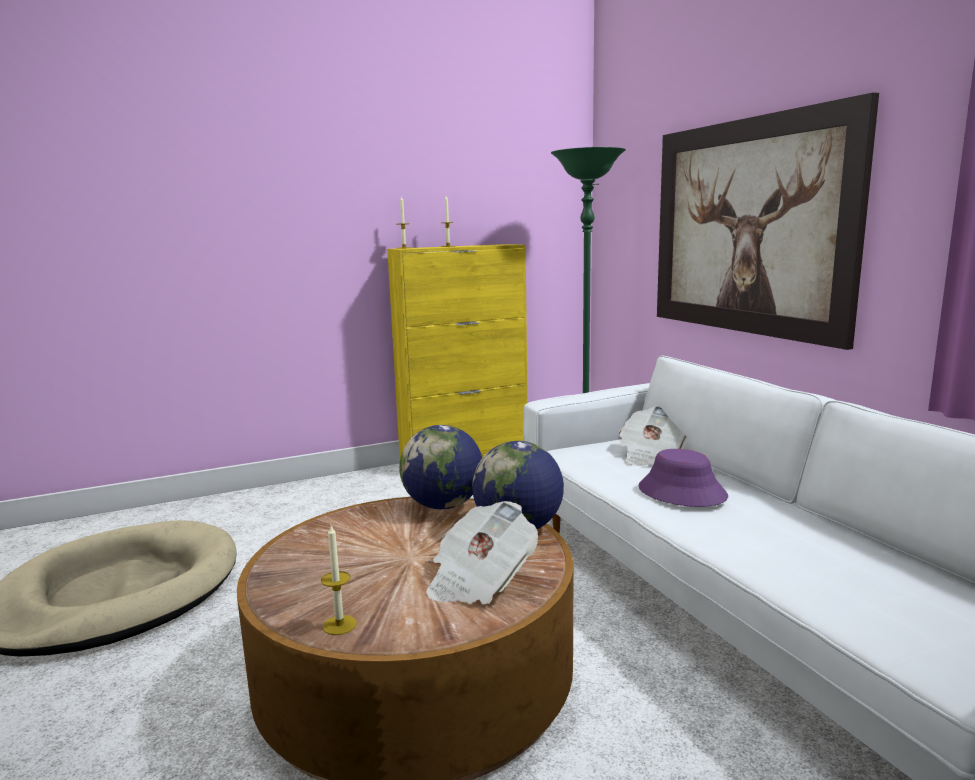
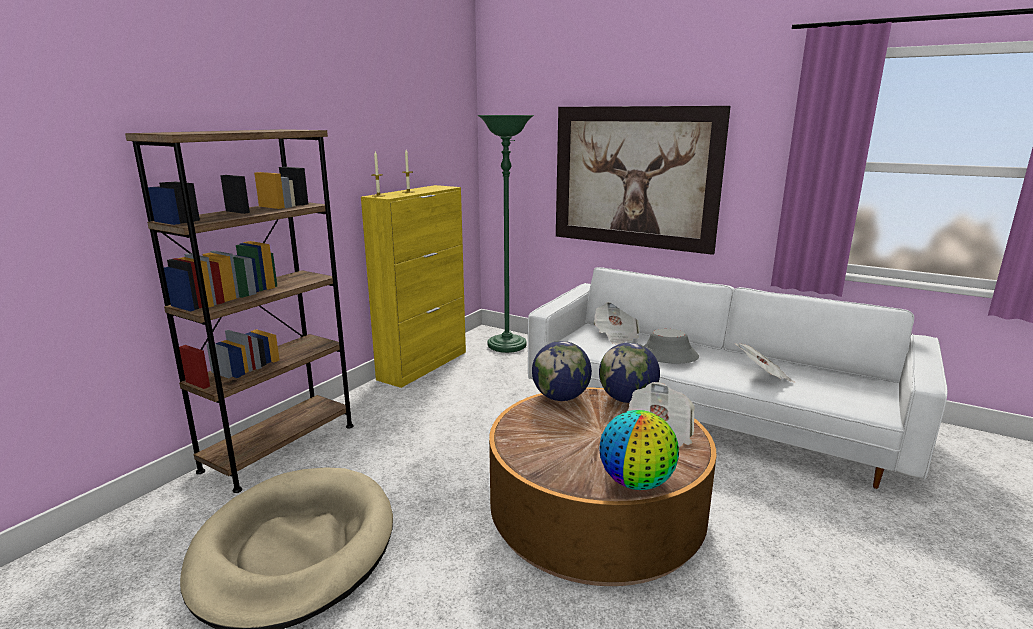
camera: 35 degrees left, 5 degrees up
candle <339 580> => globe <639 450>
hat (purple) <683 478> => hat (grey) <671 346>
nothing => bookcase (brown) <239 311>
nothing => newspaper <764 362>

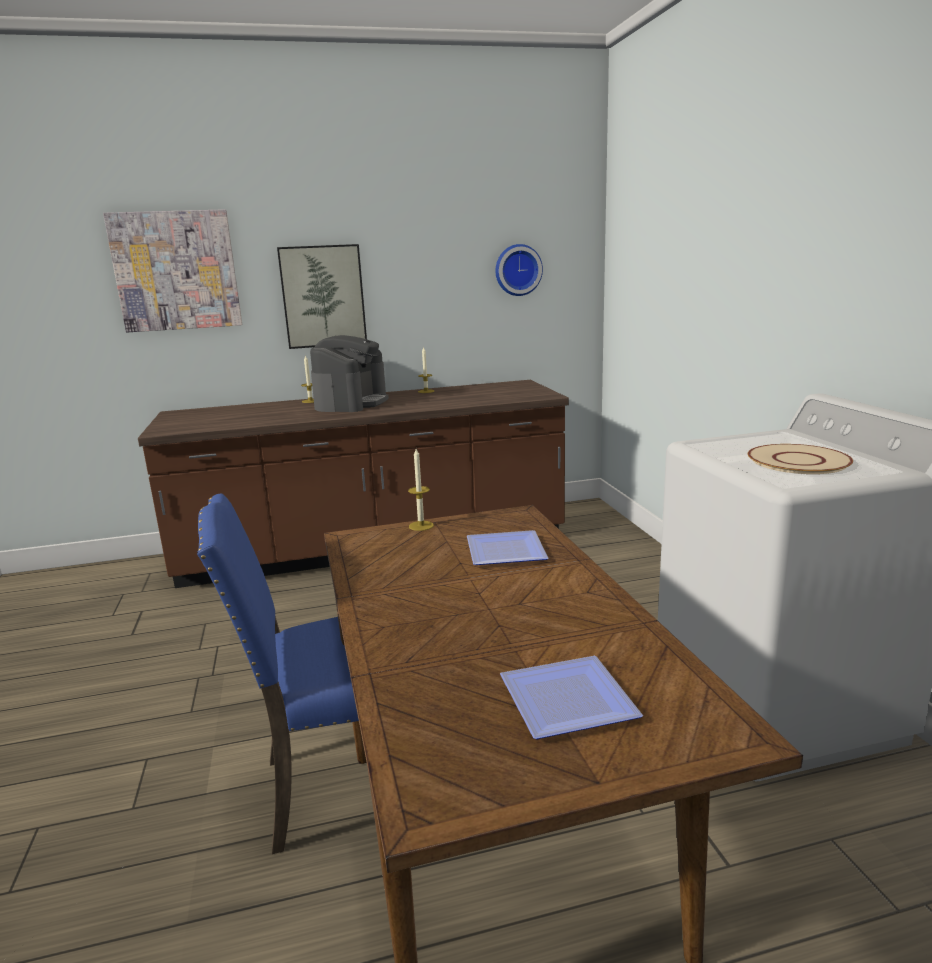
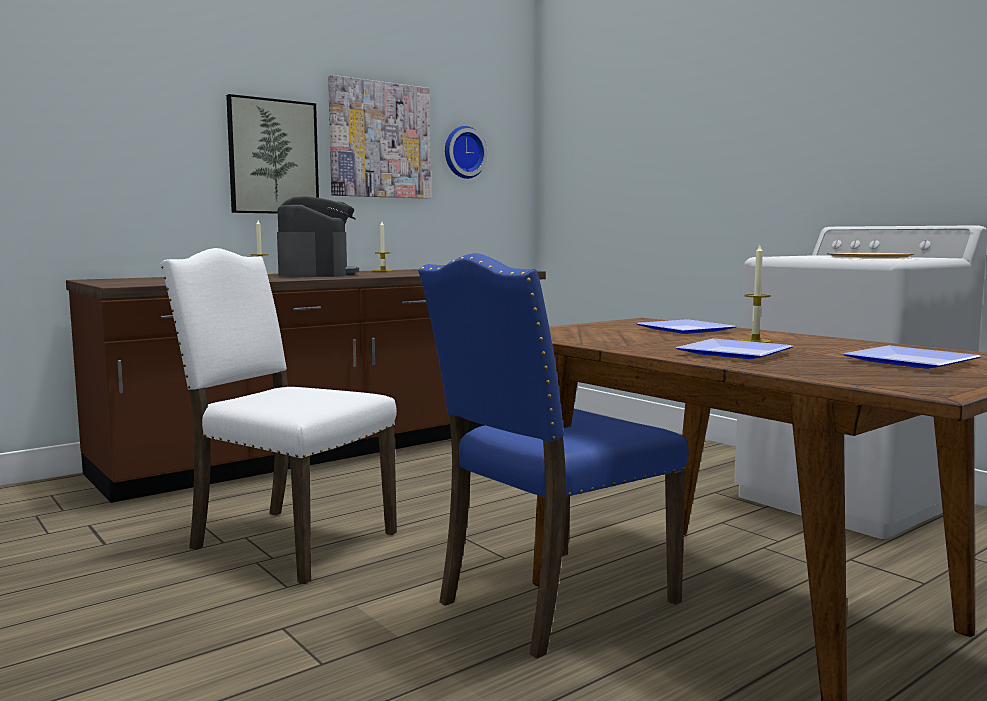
camera: 25 degrees left, 10 degrees down
picture <172 270> => picture <379 137>, relocated
candle <421 490> => candle <755 294>, relocated
nothing => chair (white) <278 416>
nothing => plate <734 349>

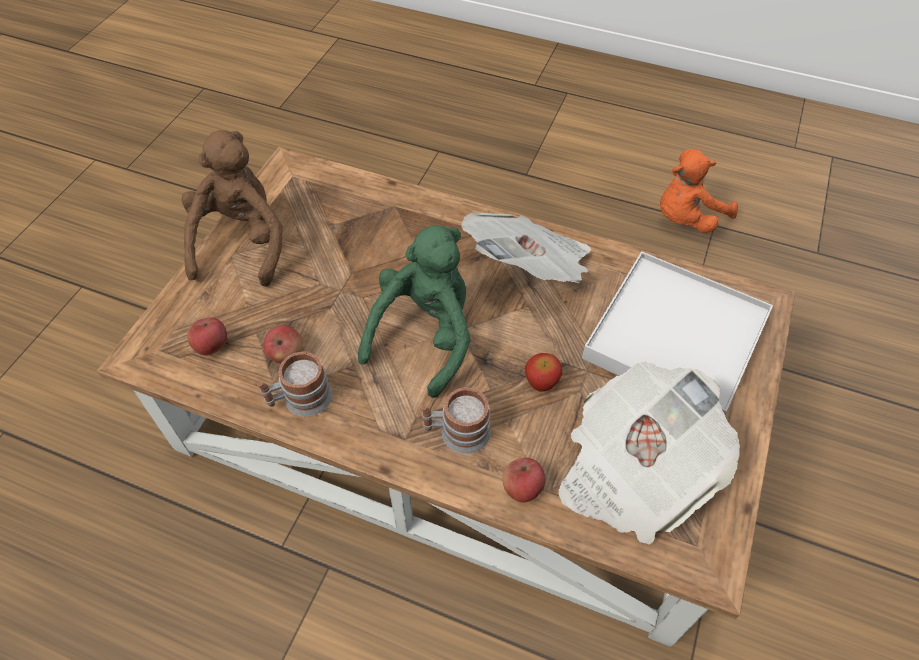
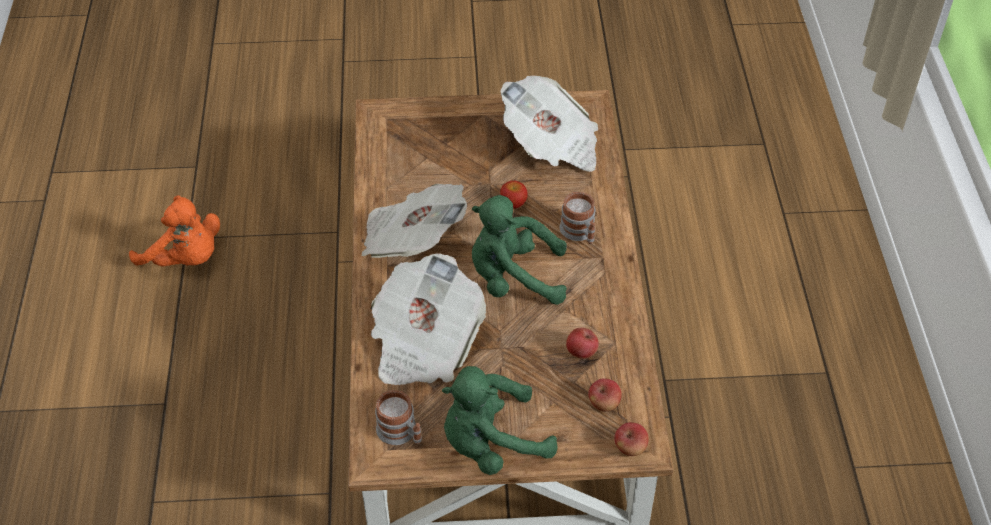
camera: 115 degrees left, 5 degrees down
plush toy (brown) <232 208> => plush toy (green) <500 420>
mug <294 384> => mug <398 417>, relocated
apple <524 480> => apple <631 439>, relocated
tray (white) <677 333> => nothing
nothing => newspaper <428 319>

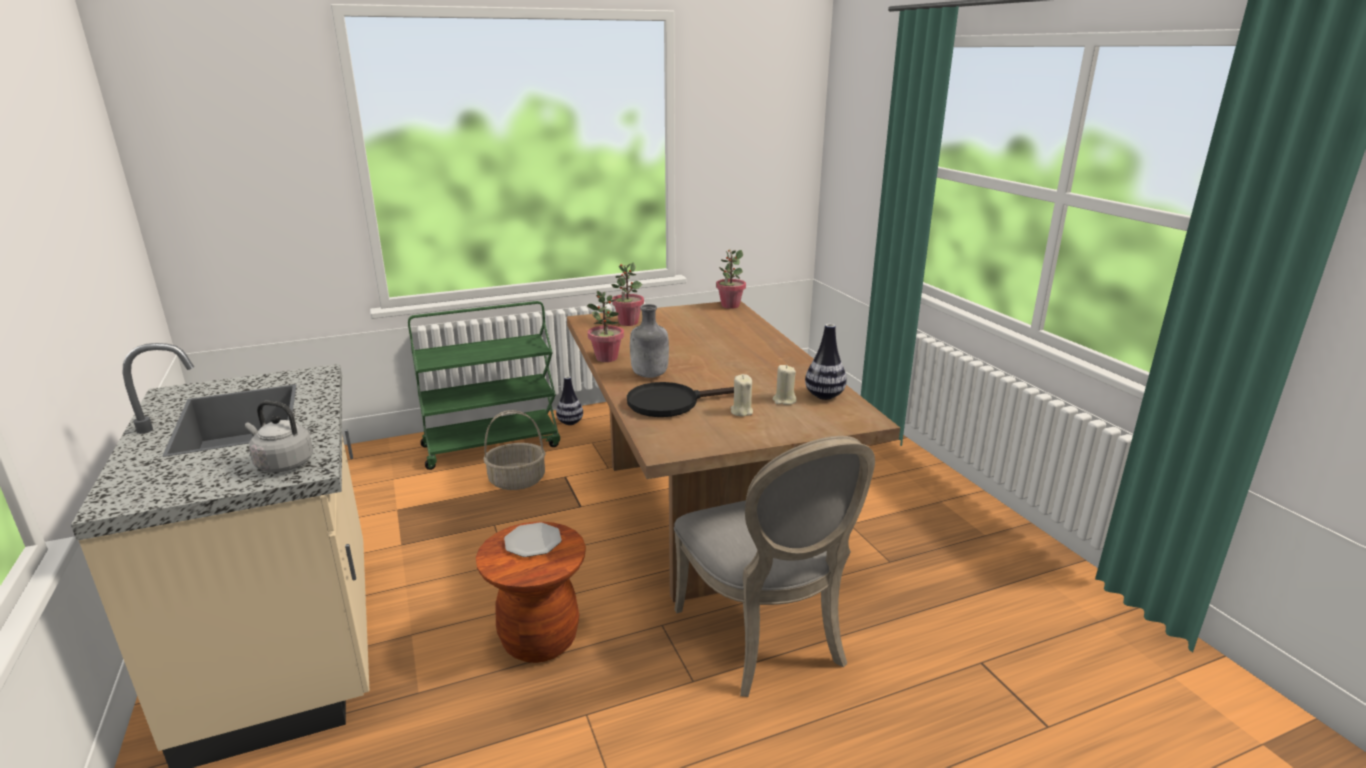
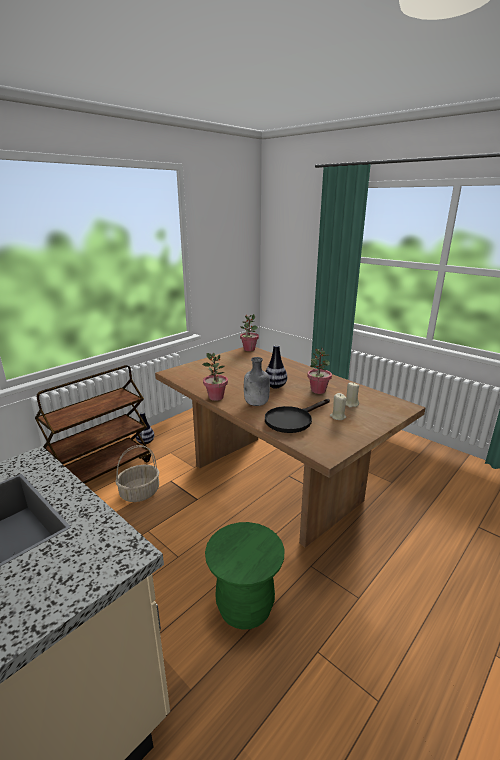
camera: 25 degrees left, 0 degrees up
kettle (grey) <279 436> => nothing
cart (green) <484 385> => cart (brown) <93 424>
stool (brown) <531 592> => stool (green) <244 576>
plate <533 540> => nothing
potted plant <627 294> => potted plant <319 370>, relocated
chair (grey) <774 566> => nothing
vase <826 362> => vase <276 367>, relocated

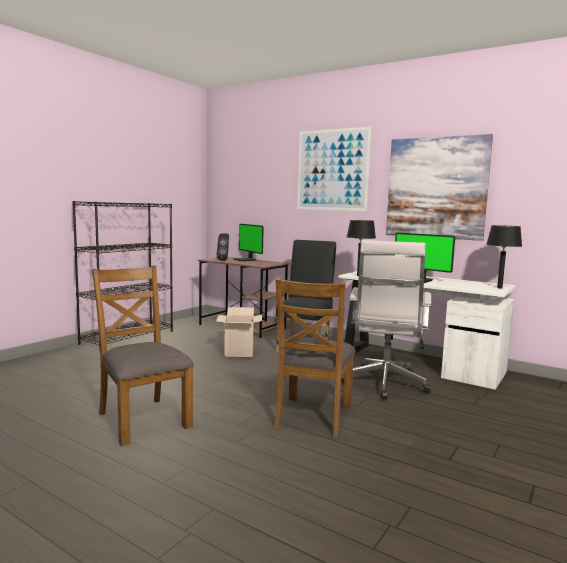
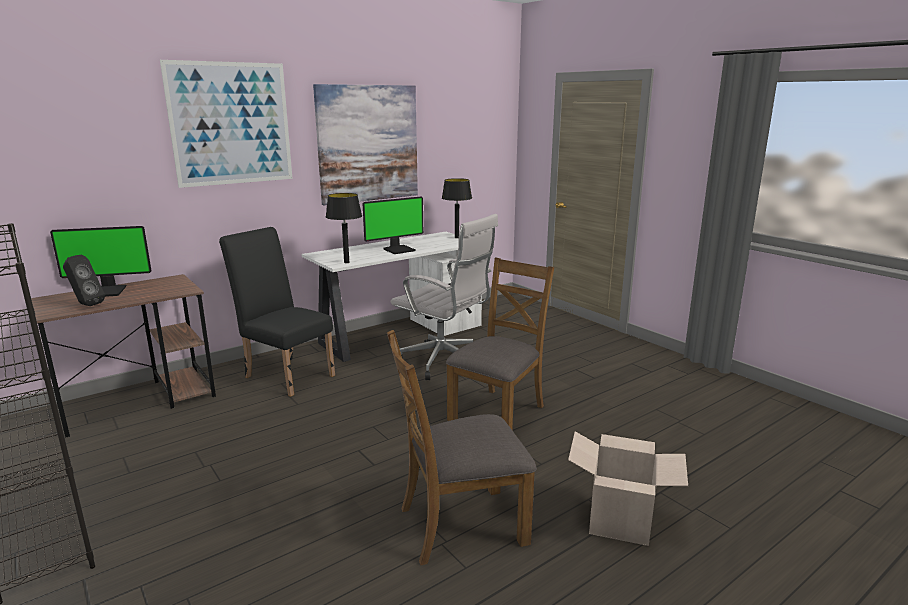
camera: 70 degrees left, 10 degrees up
cardboard box <239 332> => cardboard box <628 488>, relocated
chair (brown) <315 357> => chair (brown) <500 343>, 90 degrees counterclockwise

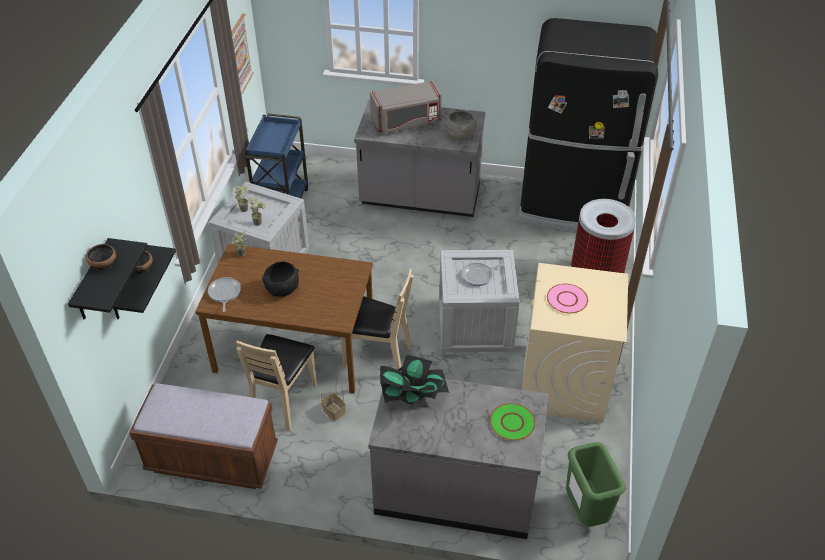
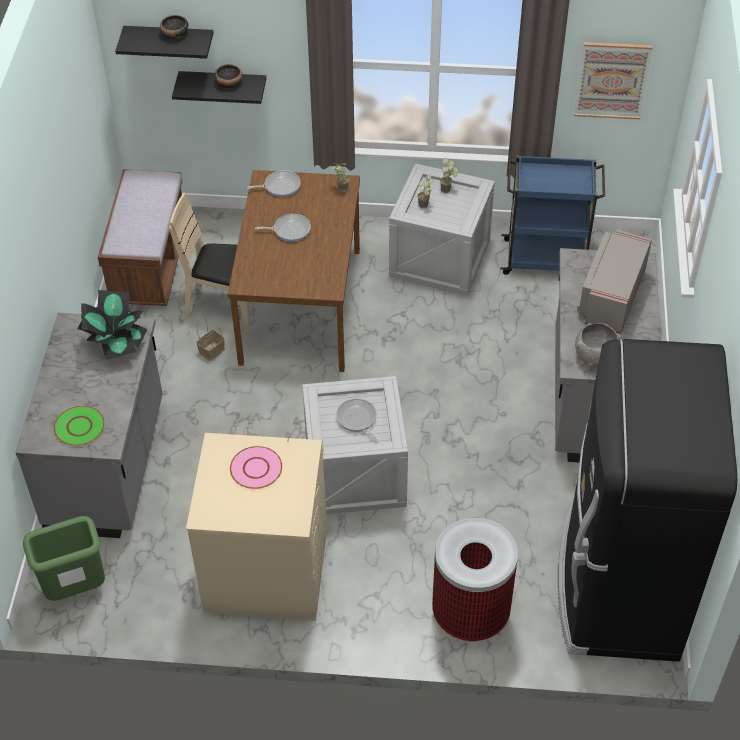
camera: 85 degrees right, 5 degrees up
bowl (black) <280 279> => frying pan <283 228>
chair (beige) <377 319> => nothing
microwave (grey) <406 107> => microwave (grey) <614 282>, 45 degrees clockwise

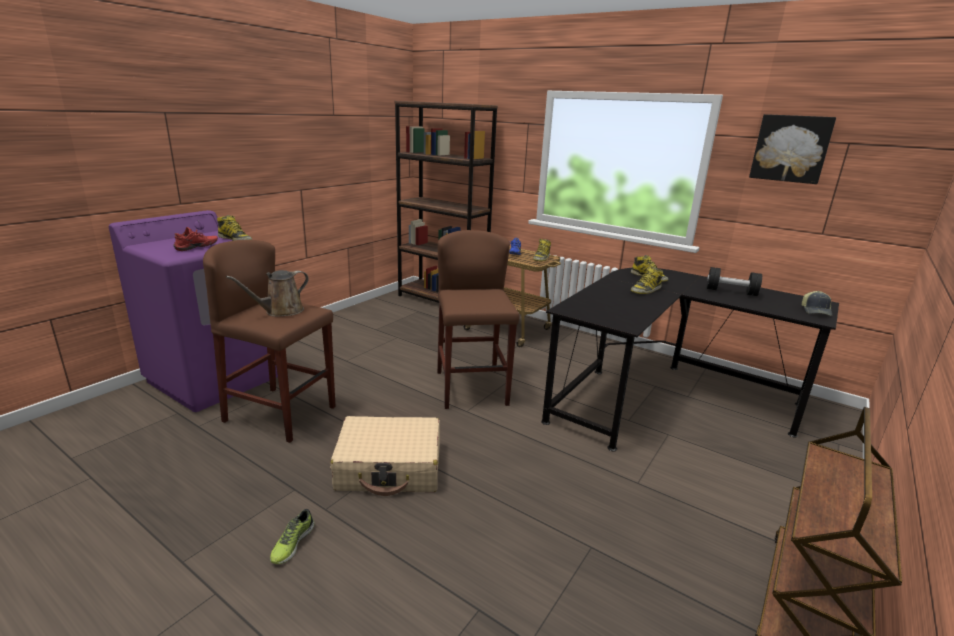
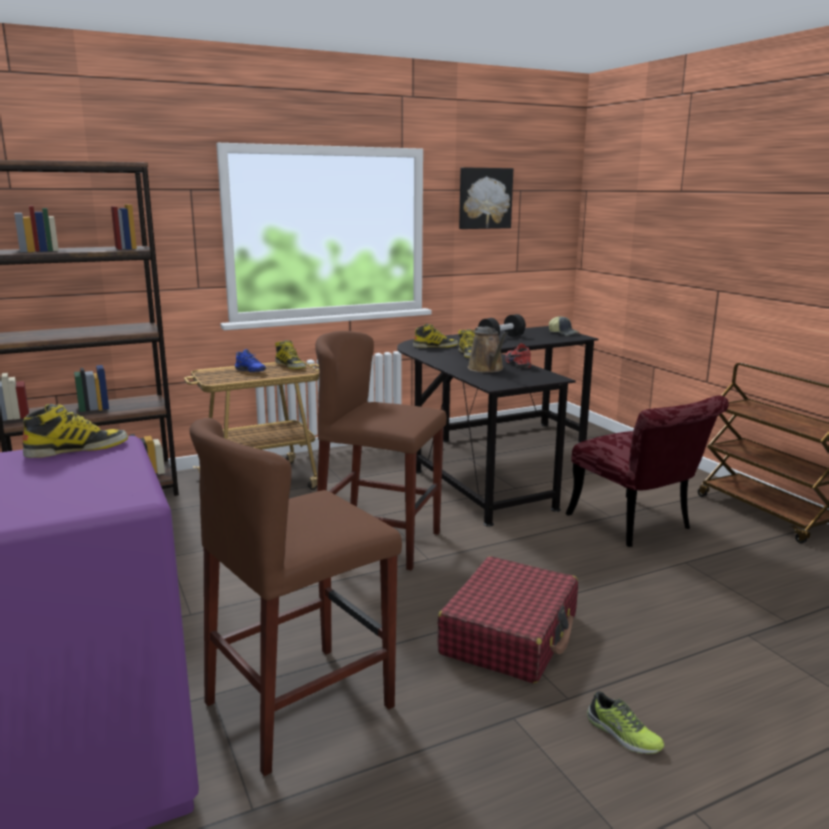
camera: 60 degrees left, 5 degrees down
shoe (red) <195 239> => shoe (red) <518 355>, relocated
watering can (brown) <267 293> => watering can (brown) <488 350>, relocated
suitcase (beige) <385 456> => suitcase (red) <508 620>
nothing => chair (red) <647 471>

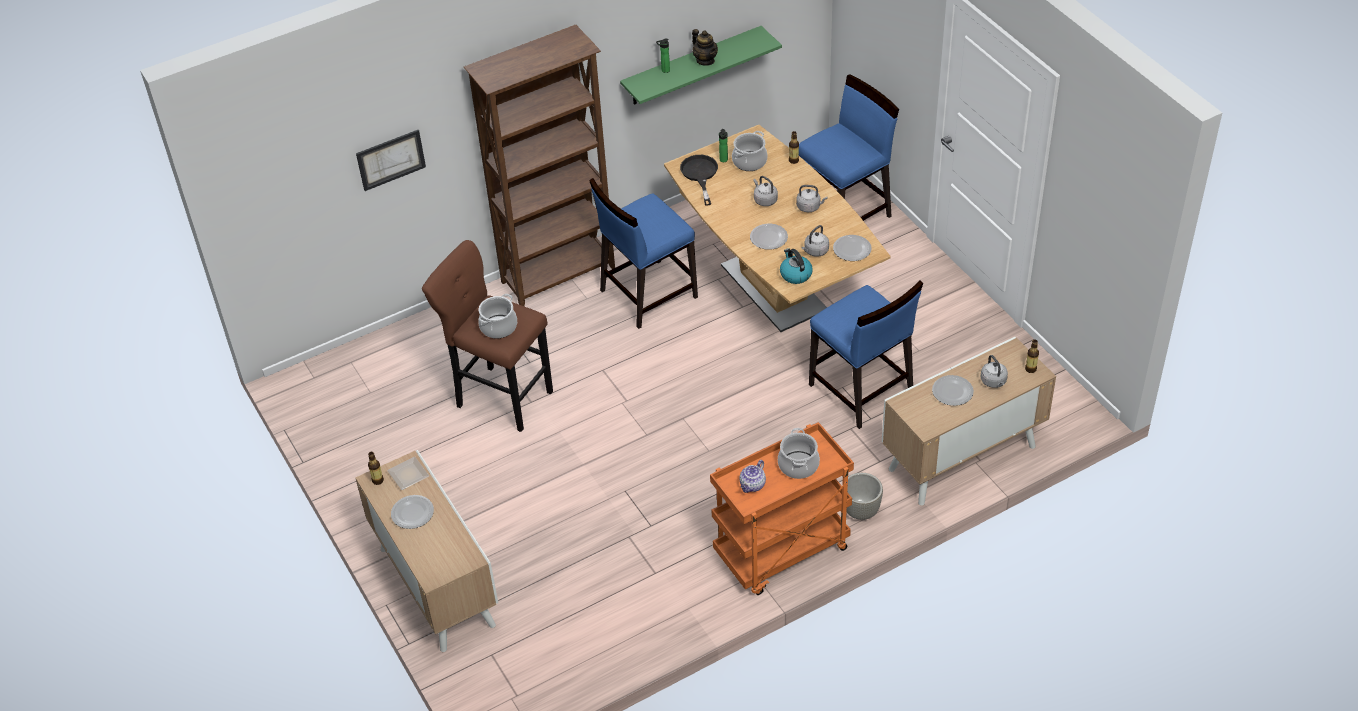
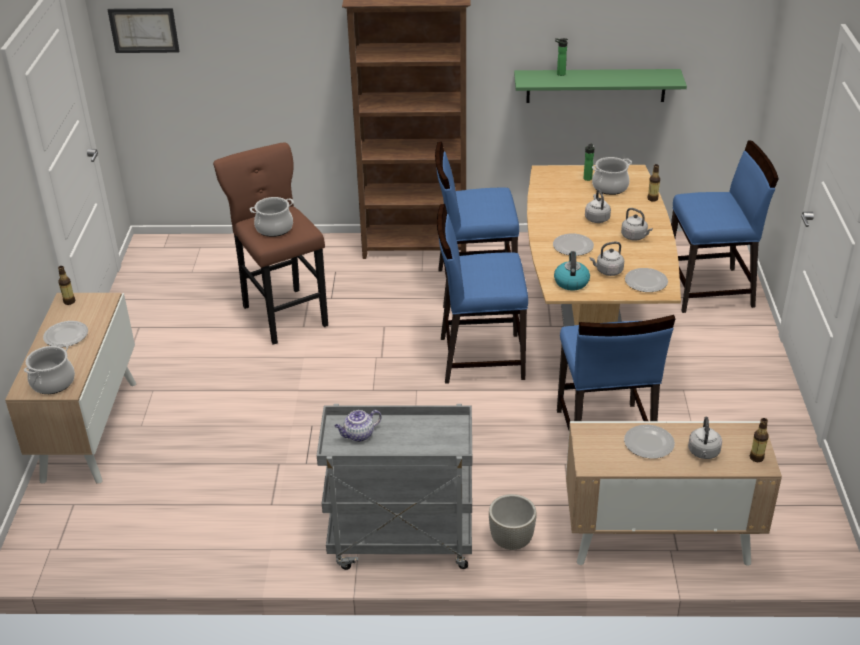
camera: 30 degrees right, 10 degrees down
picture <391 160> => picture <143 30>, relocated
plate <408 473> => nothing
frying pan (black) <699 180> => nothing
teapot <705 47> => nothing
cart (orange) <782 508> => cart (grey) <394 487>
cooking pot <799 453> => cooking pot <49 368>, relocated
nothing => chair (blue) <482 294>

